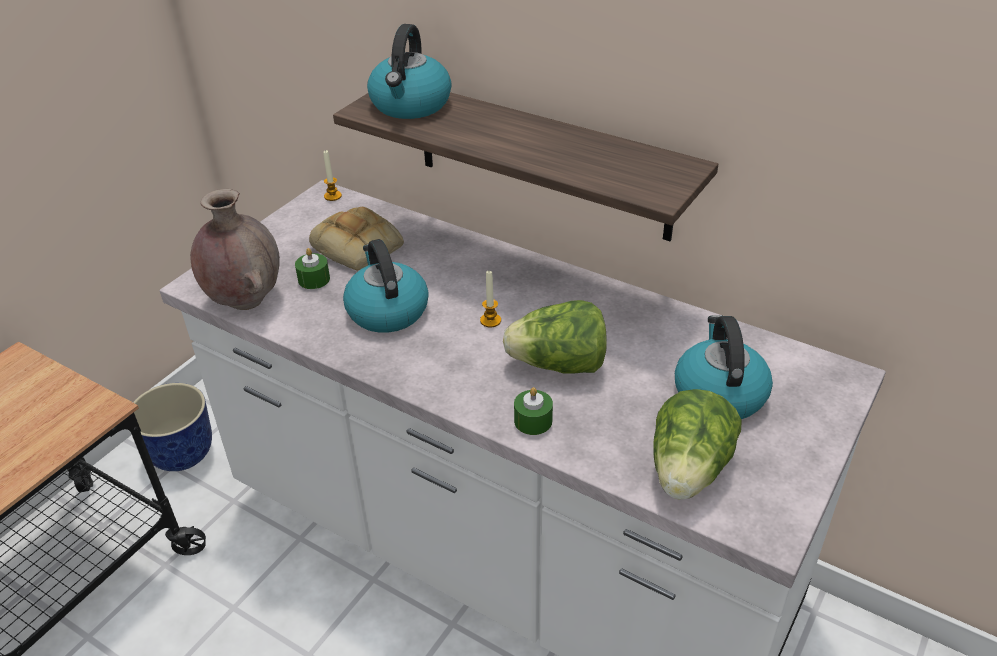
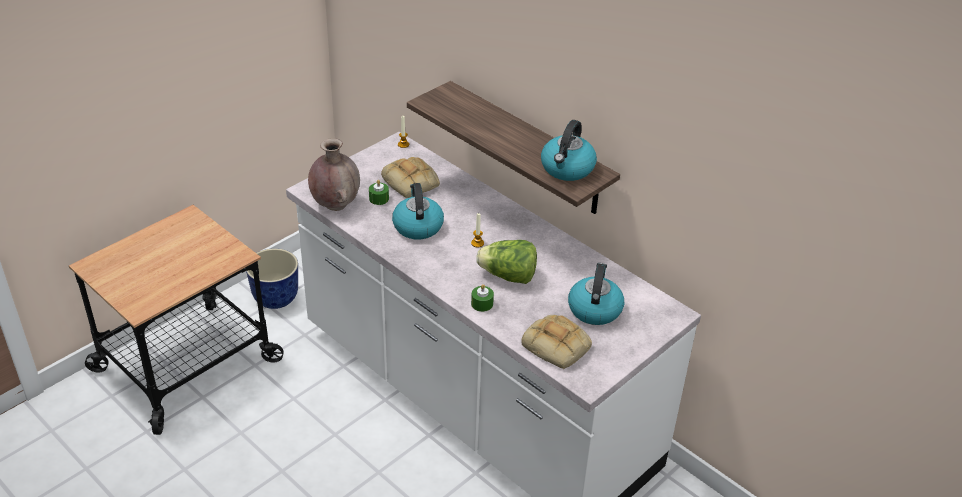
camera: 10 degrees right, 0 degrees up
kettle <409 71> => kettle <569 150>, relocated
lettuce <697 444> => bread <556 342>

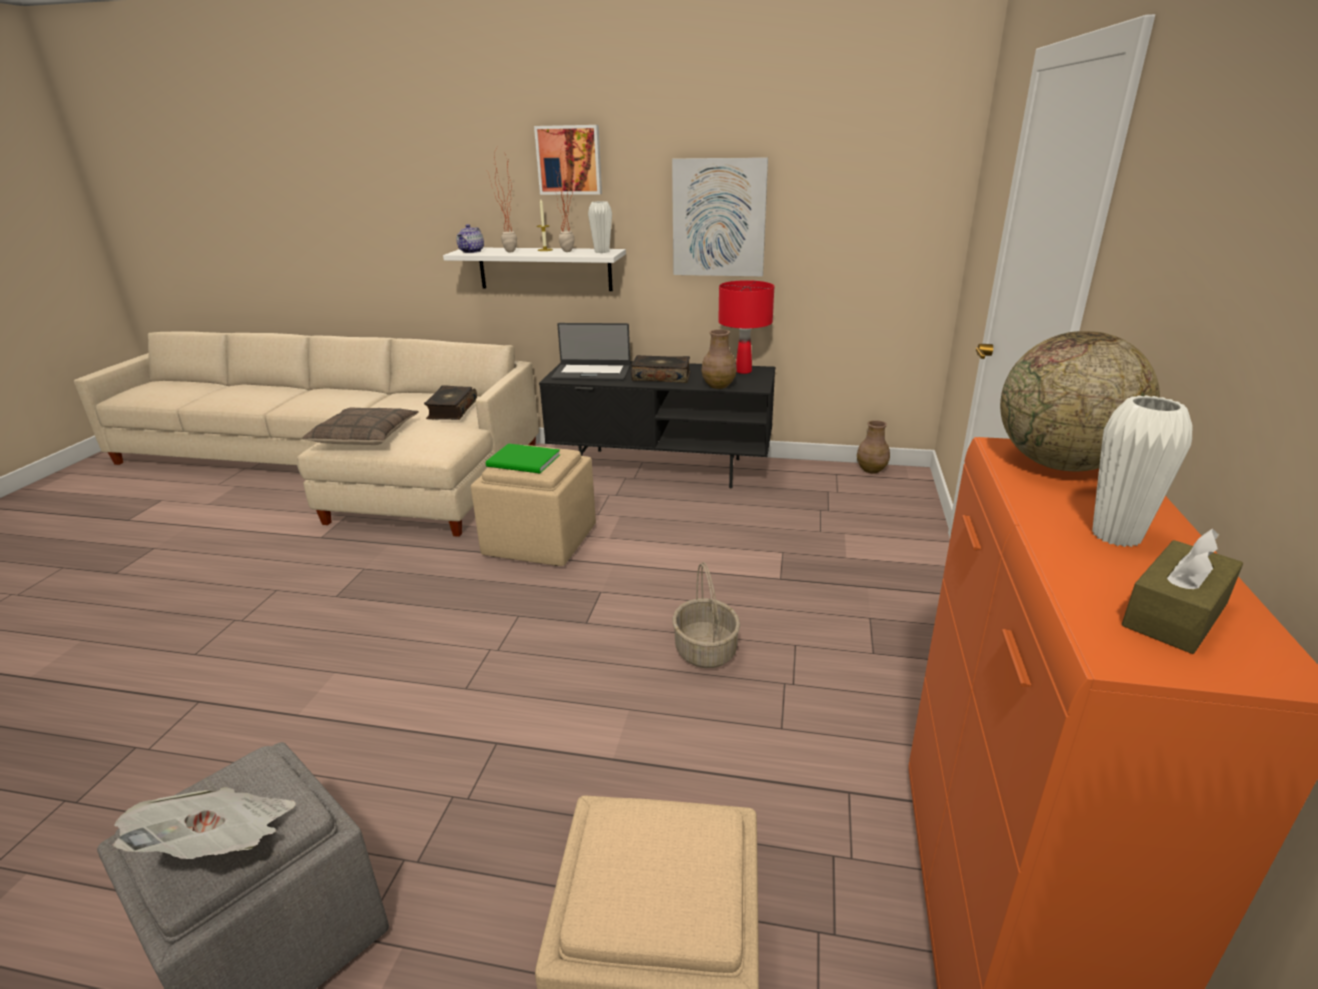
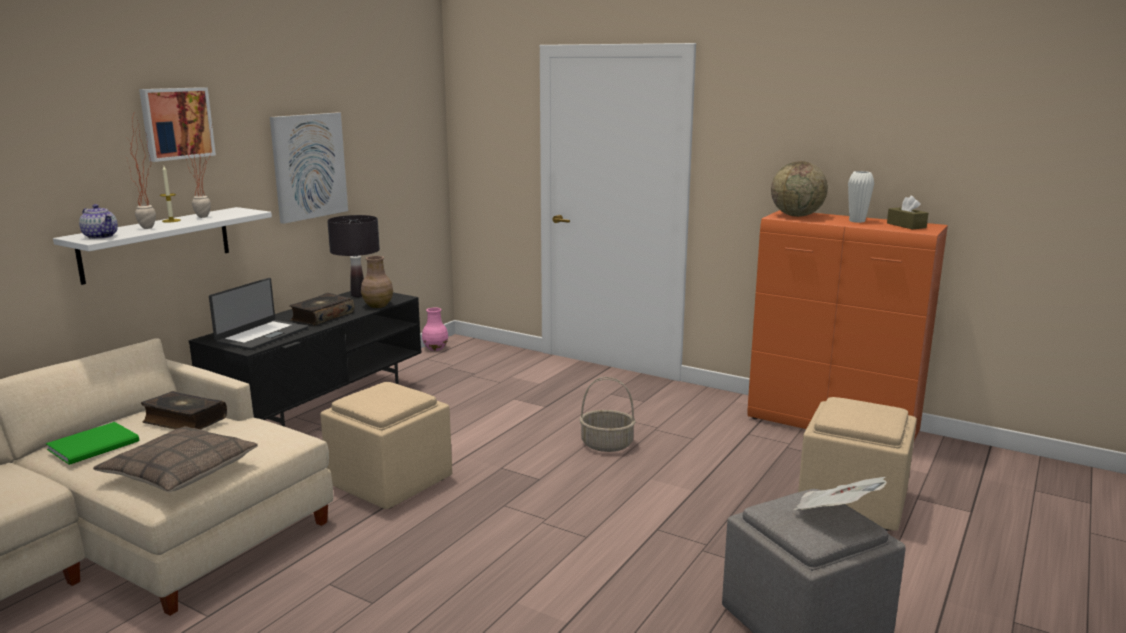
camera: 70 degrees left, 10 degrees down
book (green) <523 458> => book (green) <92 443>, relocated
vase (white) <600 227> => nothing
table lamp (red) <746 327> => table lamp (black) <353 256>
vase (brown) <873 446> => vase (pink) <435 329>

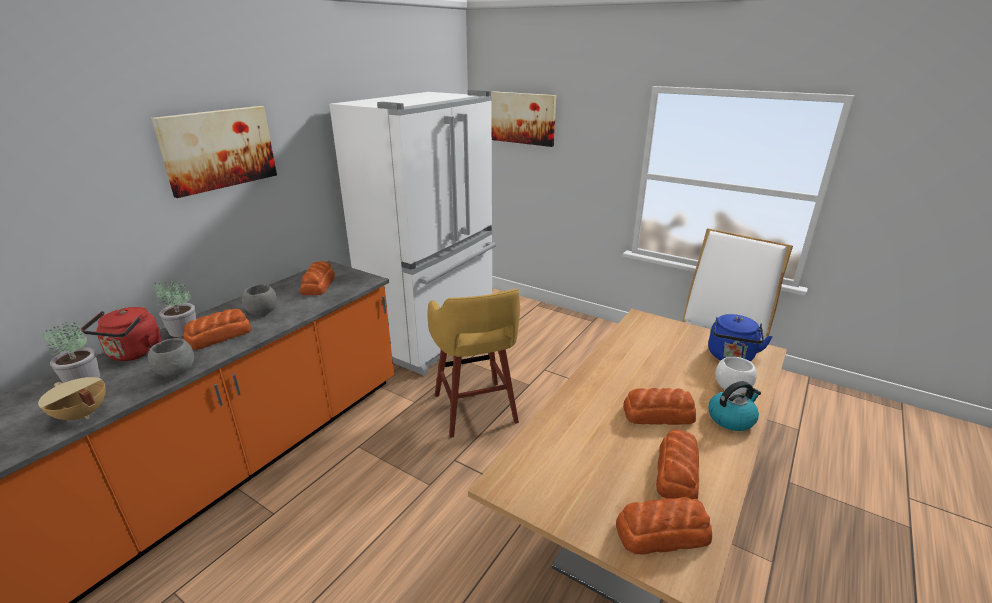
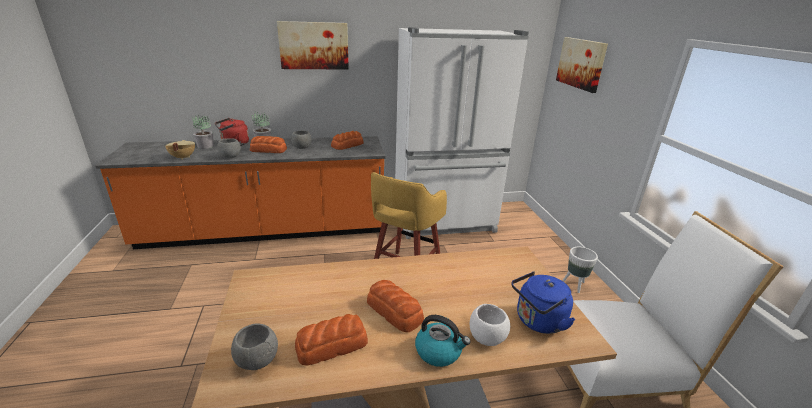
camera: 45 degrees right, 0 degrees up
bread <664 525> => bowl (grey) <254 346>
nothing => planter (white) <580 270>

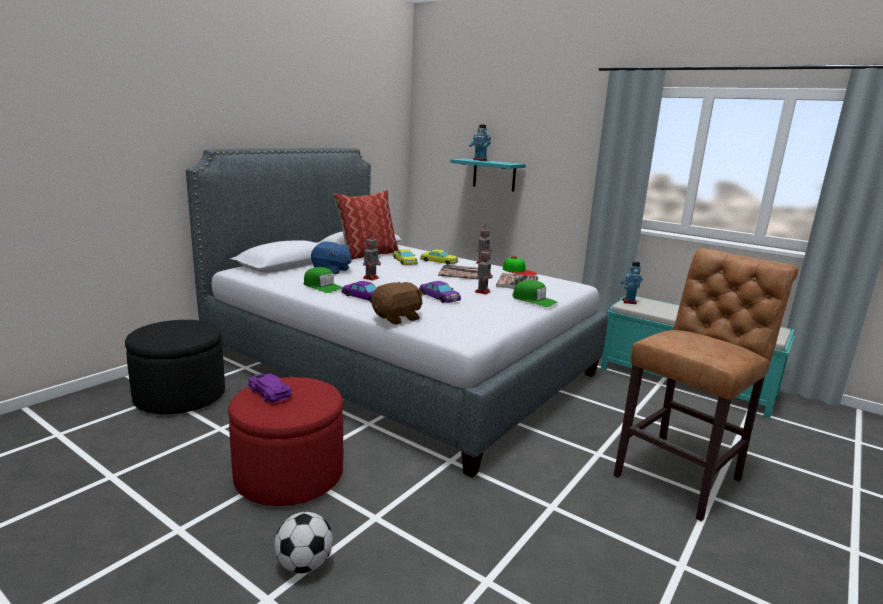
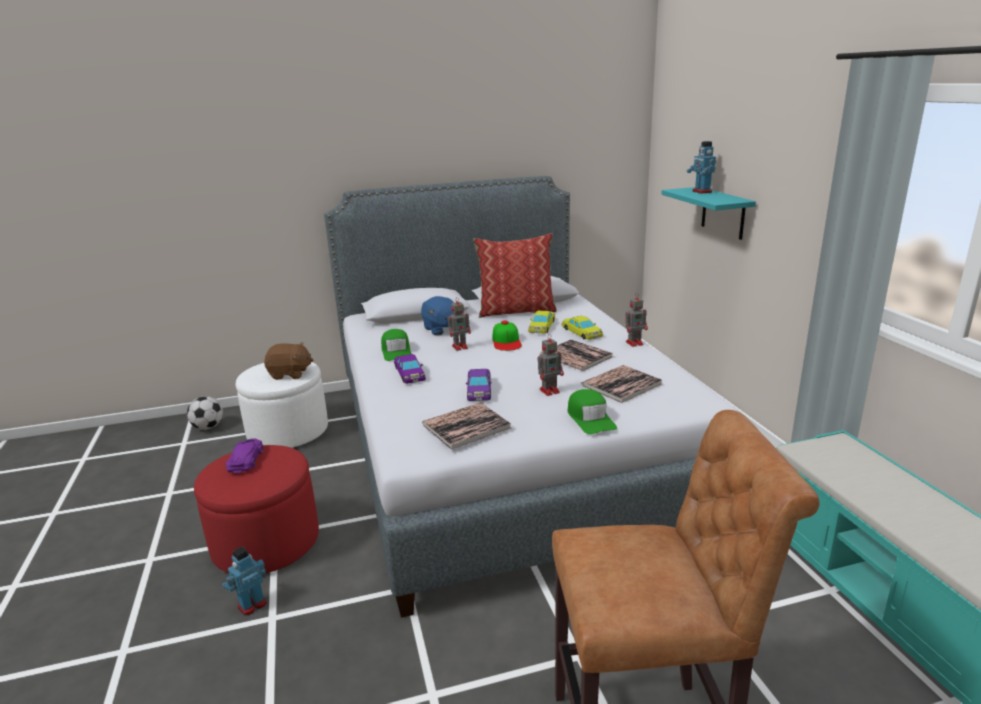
camera: 40 degrees right, 5 degrees up
ottoman (black) <175 367> => ottoman (white) <282 405>
football <303 542> => football <205 413>, relocated
plush toy (brown) <397 303> => plush toy (brown) <288 361>, relocated
cap <520 266> => cap <507 336>, relocated
toy robot <631 282> => toy robot <244 581>, relocated
nothing => book <466 426>

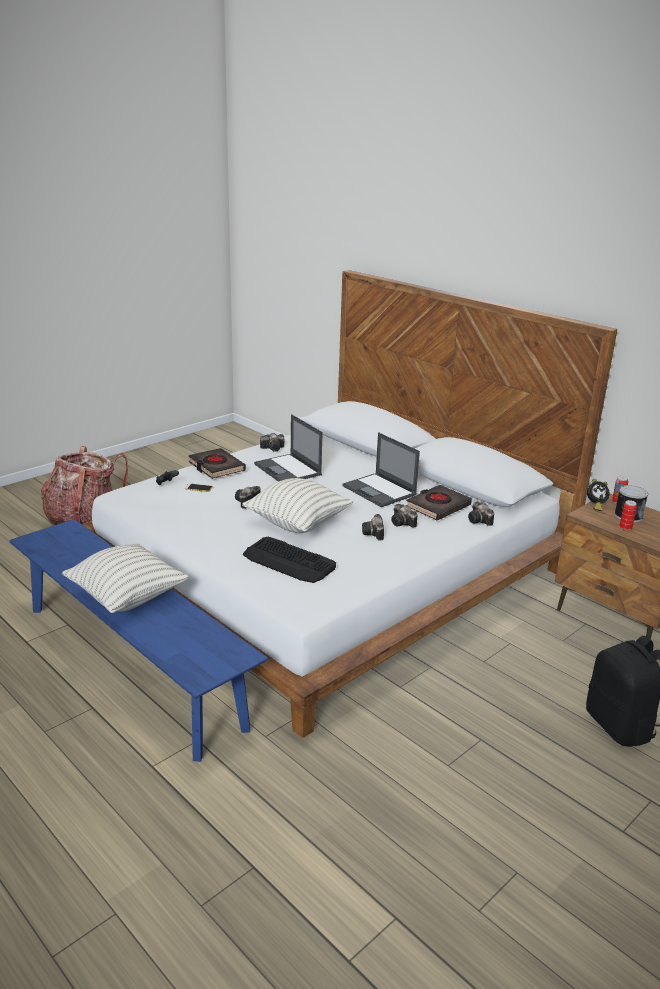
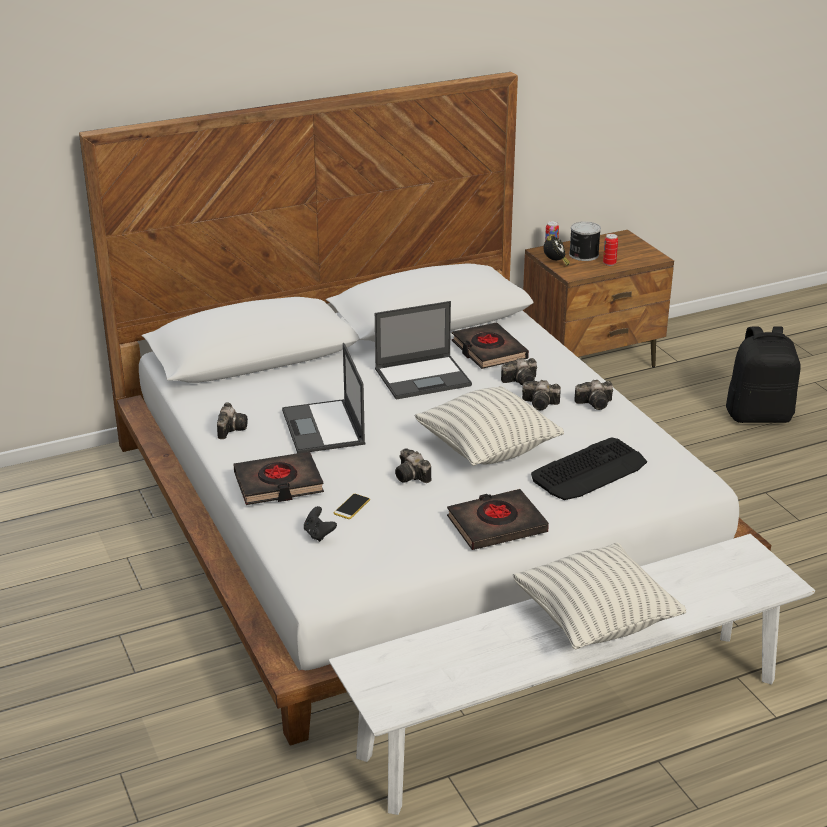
camera: 70 degrees left, 5 degrees up
bench (blue) <138 640> => bench (white) <572 674>
backpack <84 486> => nothing
laptop <288 448> => laptop <324 398>, 90 degrees clockwise
photo camera <481 513> => photo camera <594 395>, relocated
nothing => book (black) <498 519>

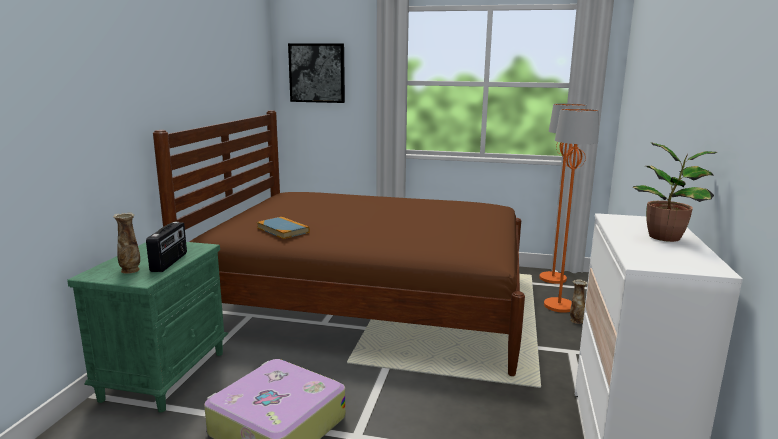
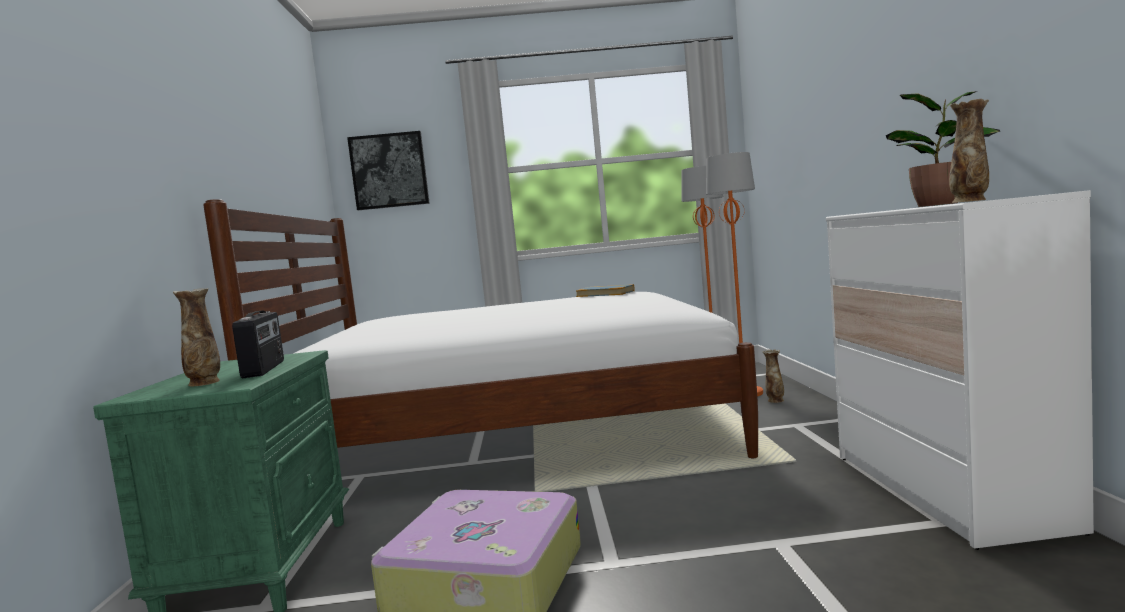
camera: 15 degrees left, 10 degrees down
bed (brown) <339 243> => bed (white) <480 328>
book <283 228> => book <605 290>, relocated
nothing => vase <969 151>

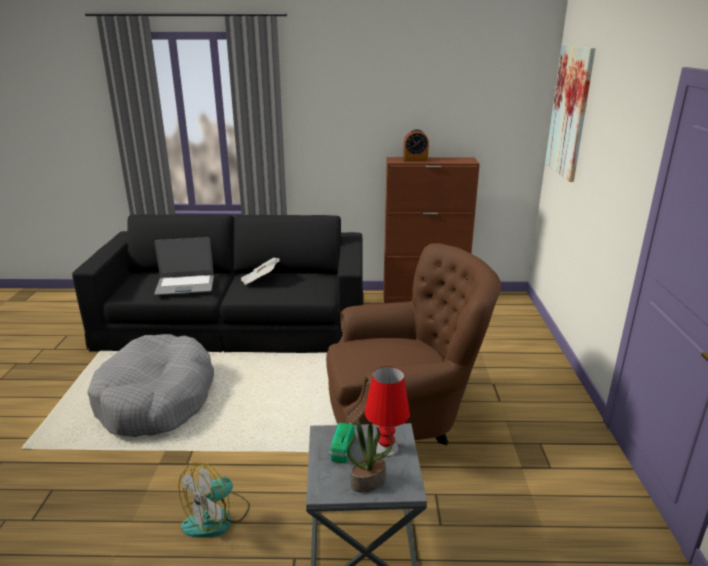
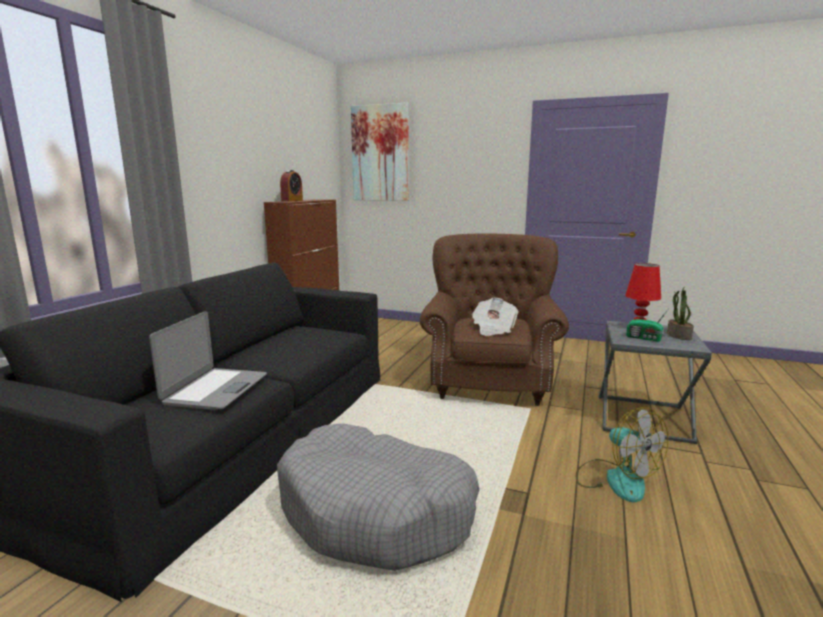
camera: 70 degrees left, 10 degrees down
newspaper <260 271> => newspaper <495 317>, relocated

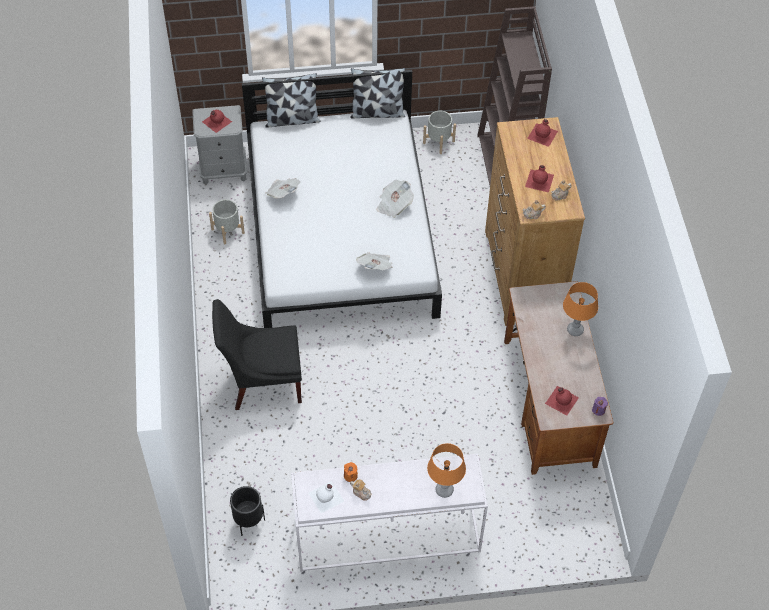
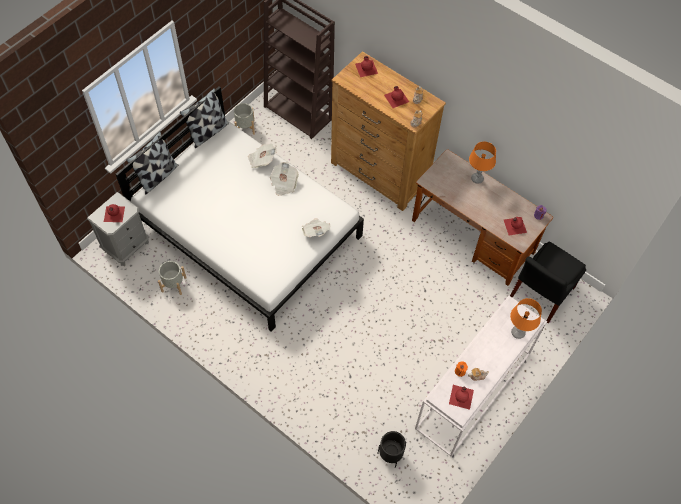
camera: 45 degrees left, 5 degrees up
chair (black) <257 354> => chair (black) <548 282>, relocated
newspaper <283 188> => newspaper <262 155>, relocated
bottle (white) <326 497> => bottle (red) <461 397>

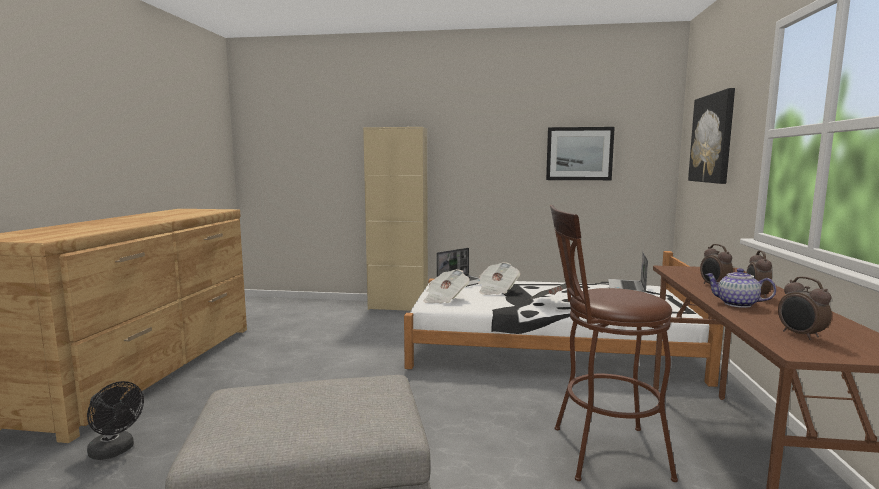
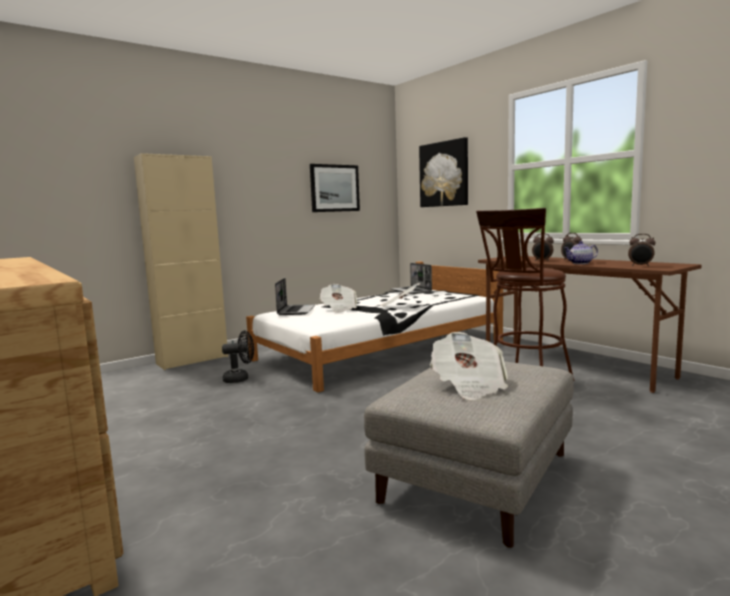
camera: 45 degrees left, 0 degrees up
fan (black) <115 420> => fan (black) <238 357>, relocated
newspaper <446 286> => newspaper <469 366>, relocated

